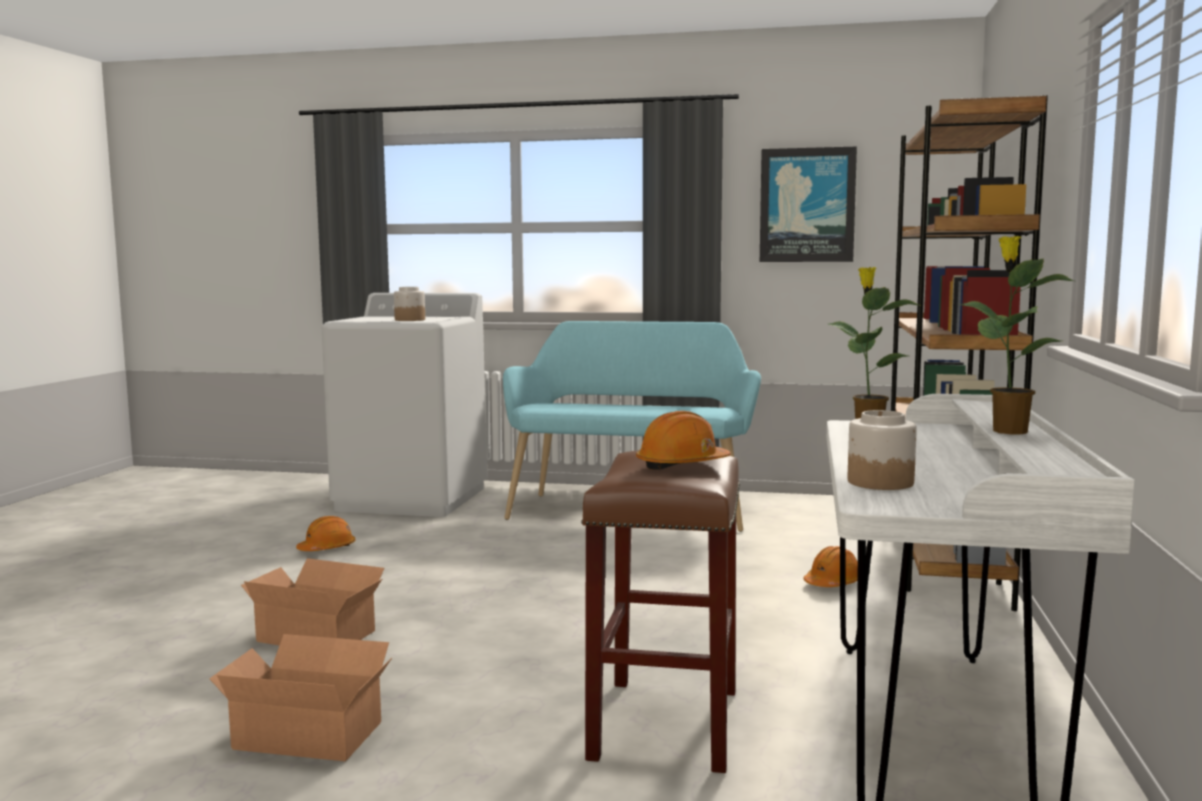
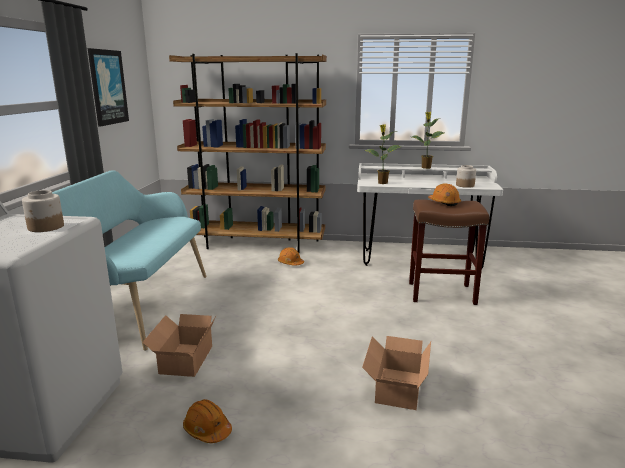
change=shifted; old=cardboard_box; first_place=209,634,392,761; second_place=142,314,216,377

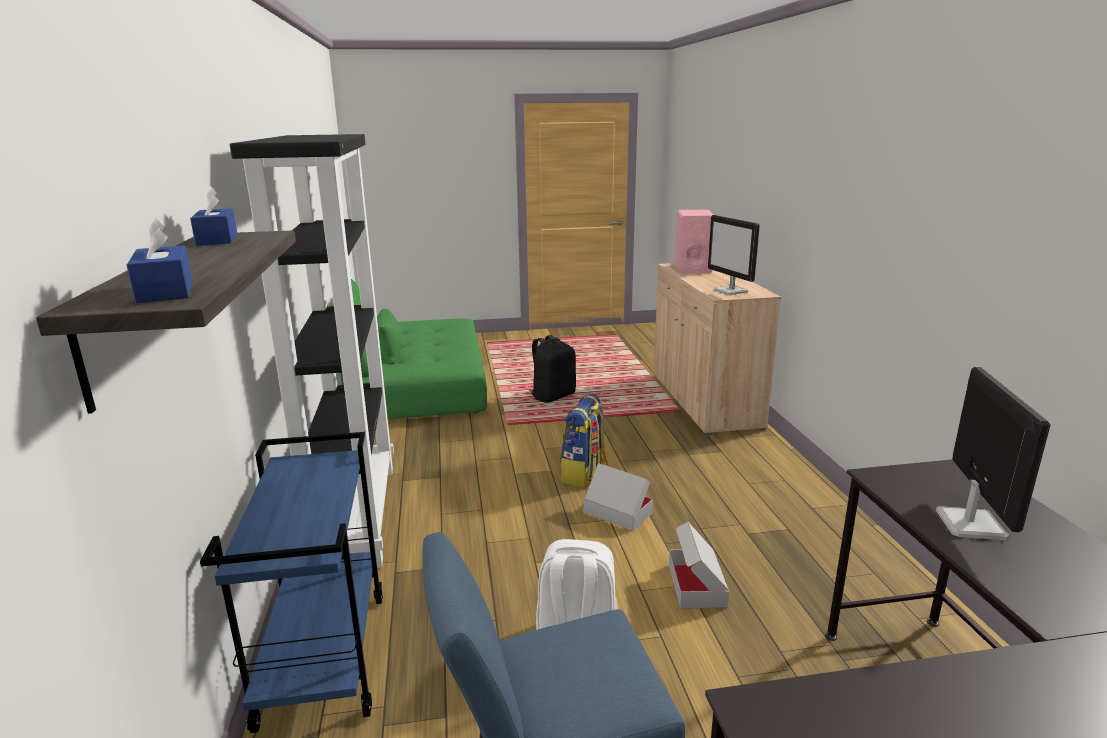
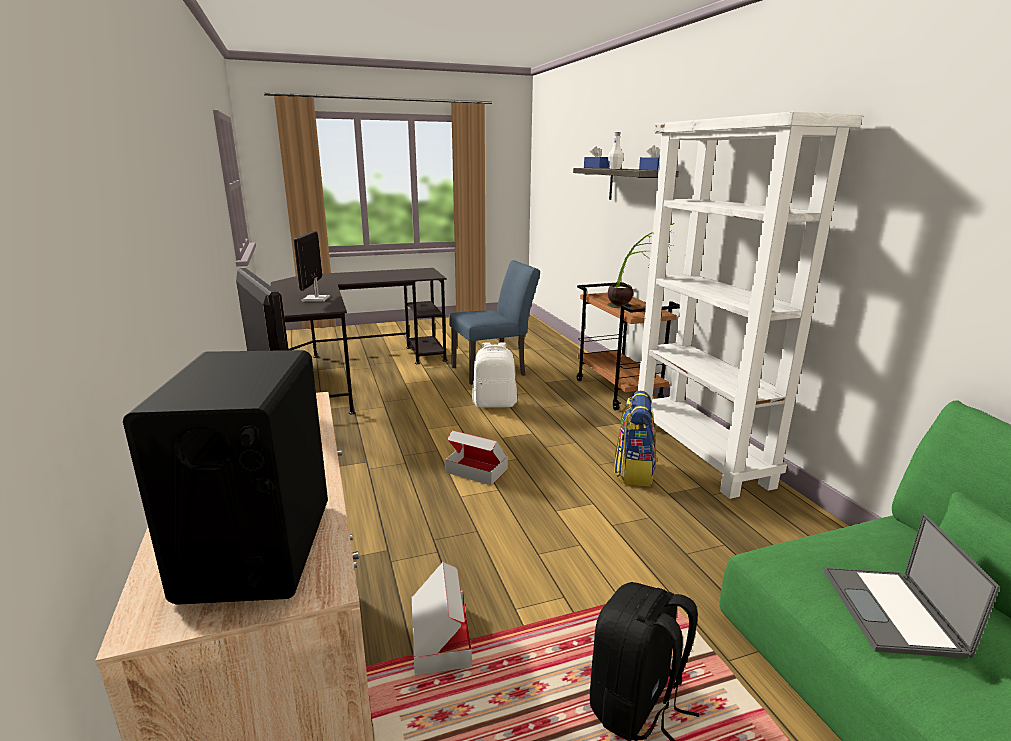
change=repainted; old=black_bookcase; new=white_bookcase; first_place=229,134,394,568; second_place=638,111,863,499
change=repainted; old=pink_speaker; new=black_speaker; first_place=675,210,713,273; second_place=123,350,328,605
change=shifted; old=backpack; first_place=560,393,608,487; second_place=614,391,656,487
change=repainted; old=blue_cart; new=brown_cart; first_place=200,432,383,733; second_place=577,282,680,410
change=shifted; old=cardboard_box; first_place=669,521,729,608; second_place=412,562,472,675
change=new; new=white_bottle; second_place=608,132,624,169
change=new; new=potted_plant; second_place=607,223,675,308
change=new; new=laptop; second_place=824,513,1000,659

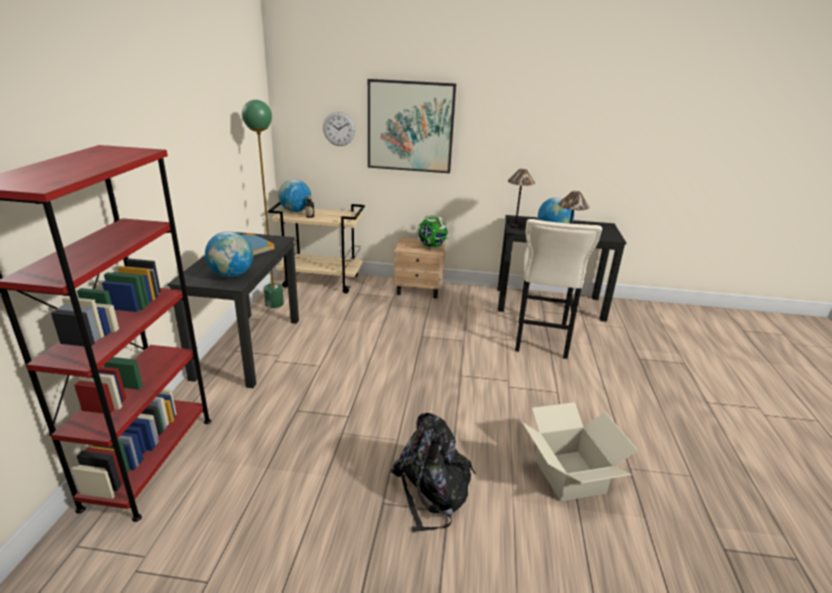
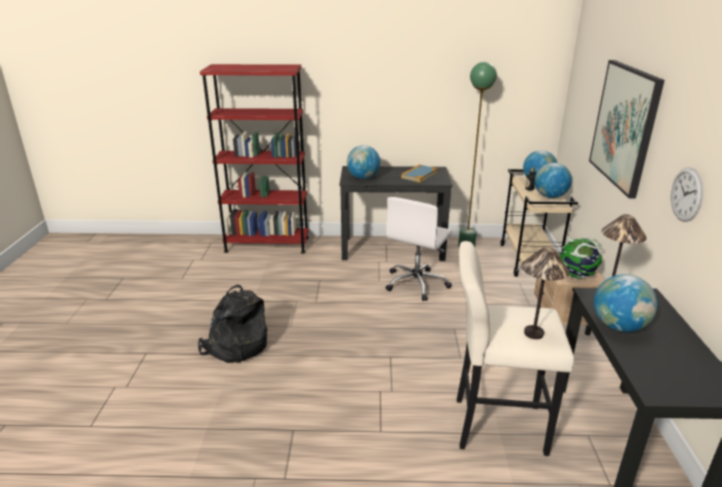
change=shifted; old=wall_clock; first_place=323,112,355,146; second_place=671,167,703,222
change=gone; old=cardboard_box; first_place=523,402,638,502
change=new; new=globe; second_place=535,163,572,198
change=new; new=white_office_chair; second_place=386,197,452,301

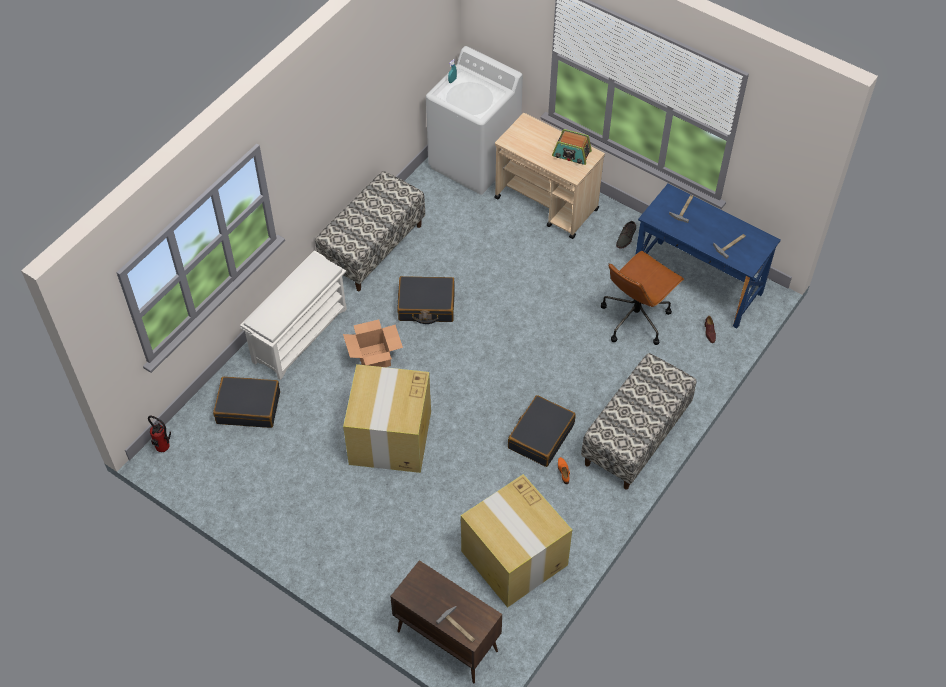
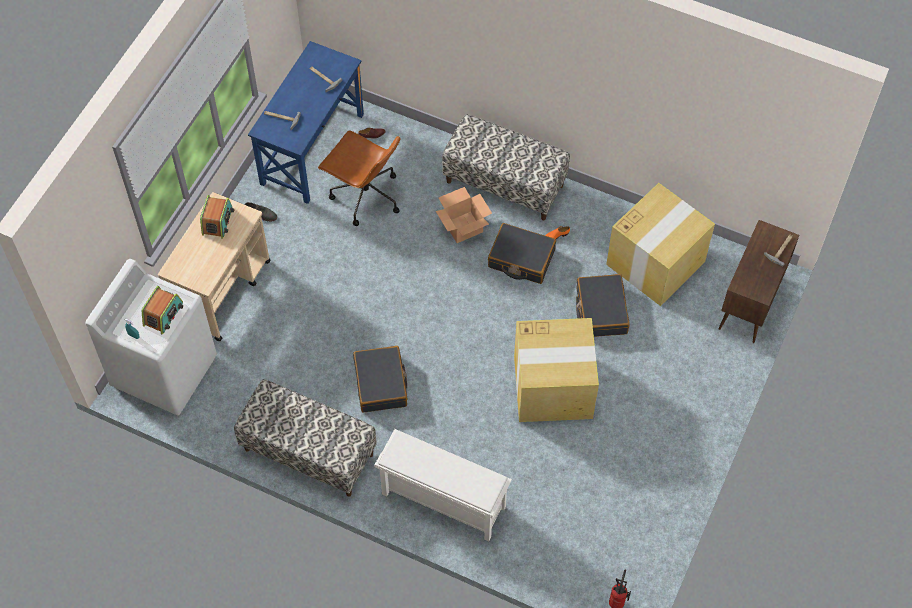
change=shifted; old=cardboard_box; first_place=343,319,403,367; second_place=436,187,492,243
change=shifted; old=black_suitcase; first_place=213,377,280,428; second_place=576,274,630,337
change=new; new=radio; second_place=142,286,183,334

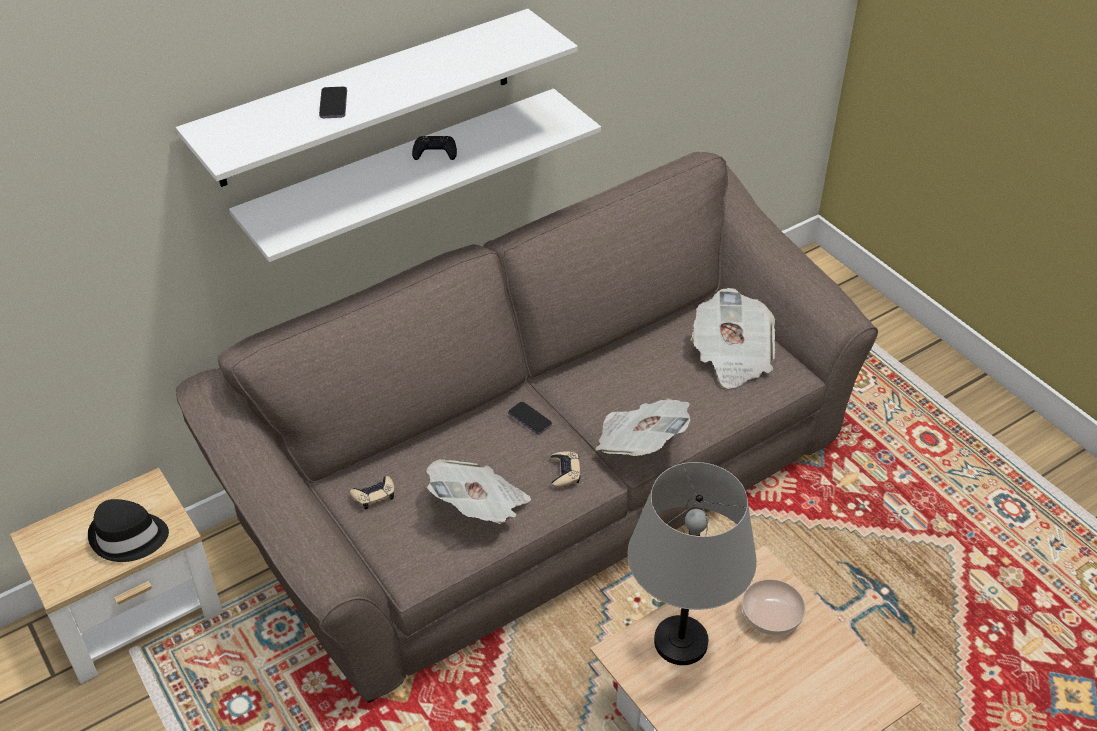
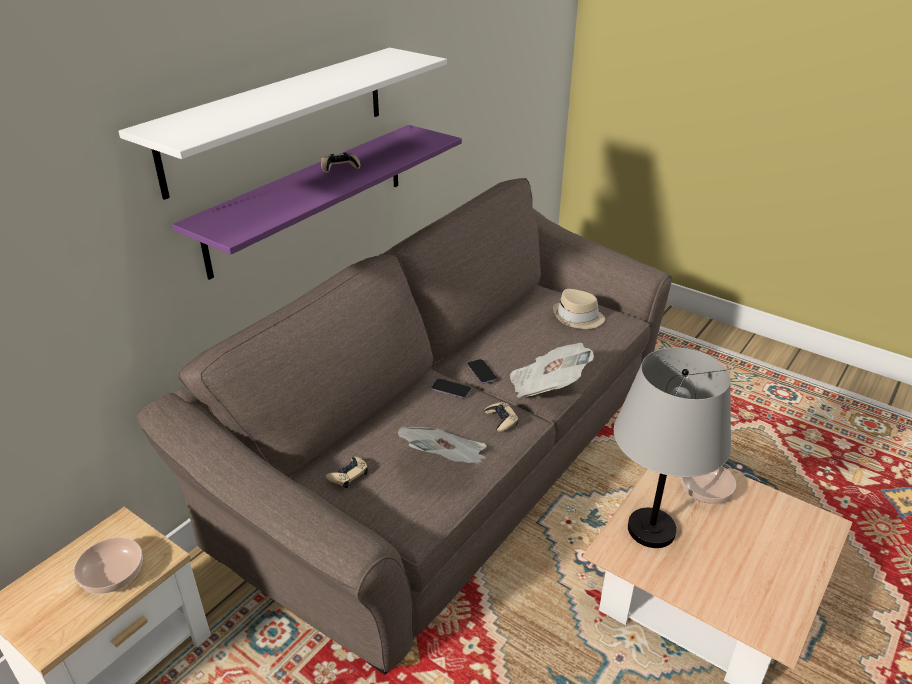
change=shifted; old=phone; first_place=319,87,347,118; second_place=467,359,497,384
change=repainted; old=white_shelf; new=purple_shelf; first_place=229,88,601,262; second_place=172,125,462,280
change=repainted; old=black_game_controller; new=beige_game_controller; first_place=412,136,457,160; second_place=321,152,361,173
change=swapped; old=newspaper; new=beige_hat; first_place=691,288,775,389; second_place=553,289,605,329
change=swapped; old=black_hat; new=bowl; first_place=88,499,169,562; second_place=74,537,143,594

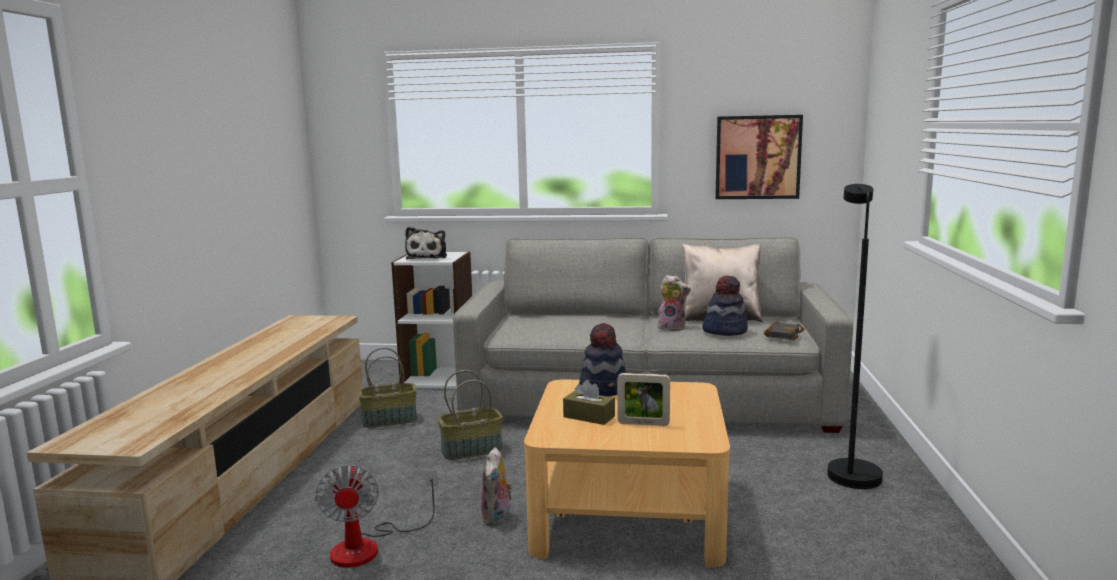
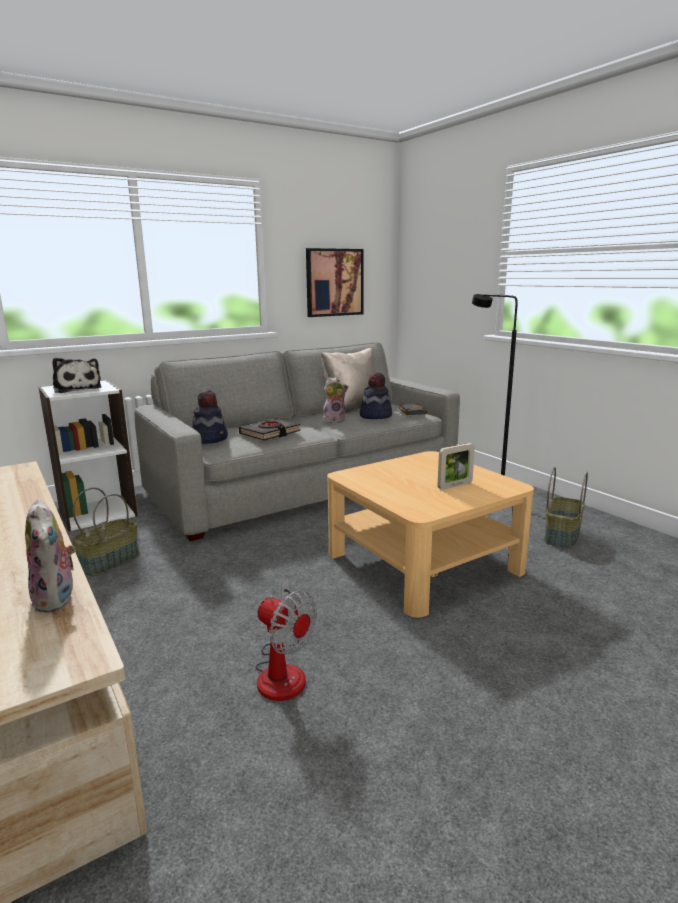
change=shifted; old=hat; first_place=579,323,626,397; second_place=192,390,228,444
change=shifted; old=basket; first_place=438,370,503,460; second_place=544,467,588,548
change=gone; old=brown_tissue_box; first_place=563,380,615,425
change=shifted; old=plush_toy; first_place=481,447,513,525; second_place=25,500,76,613
change=new; new=black_book; second_place=239,418,300,441

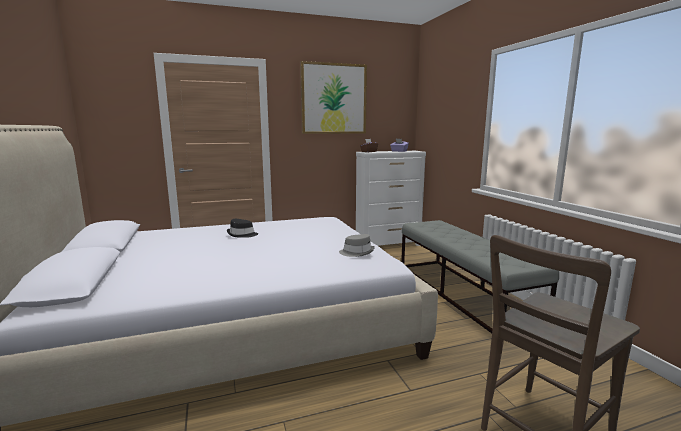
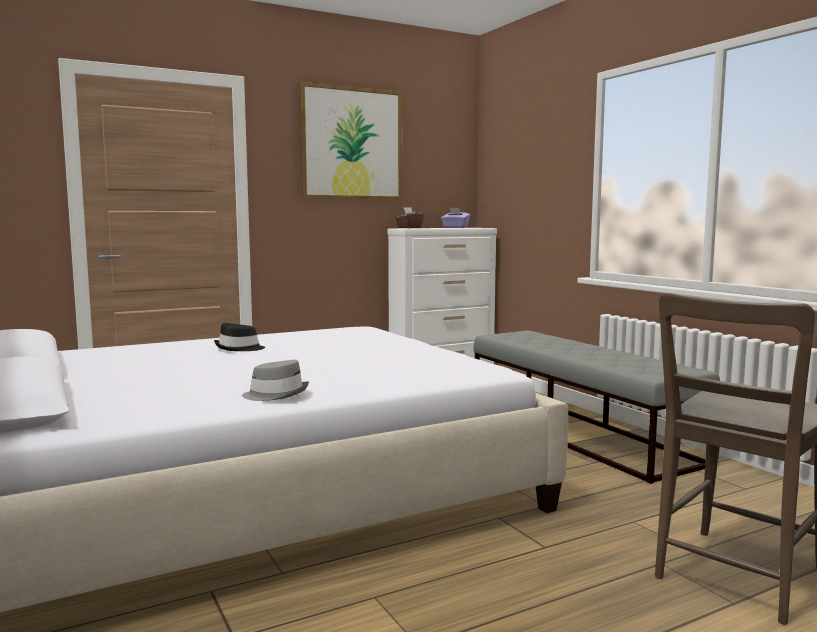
change=shifted; old=grey_hat; first_place=339,234,375,257; second_place=242,360,309,401

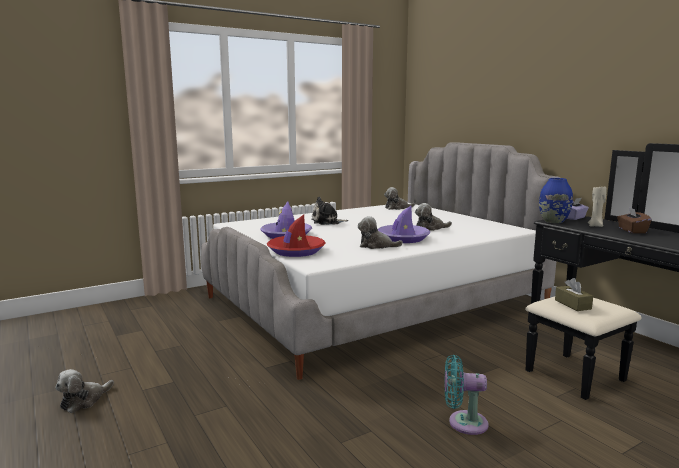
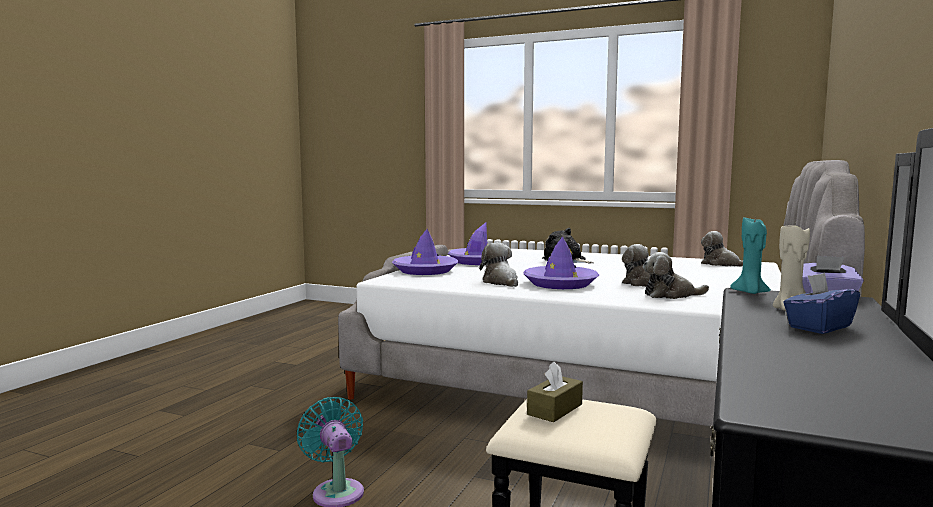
change=swapped; old=blue_vase; new=turquoise_candle; first_place=539,178,573,223; second_place=730,217,771,294
change=repainted; old=brown_tissue_box; new=blue_tissue_box; first_place=617,207,652,233; second_place=783,273,860,334
change=repainted; old=red_hat; new=purple_hat; first_place=267,215,326,257; second_place=392,229,458,275
change=shifted; old=plush_toy; first_place=55,369,114,413; second_place=643,252,709,299

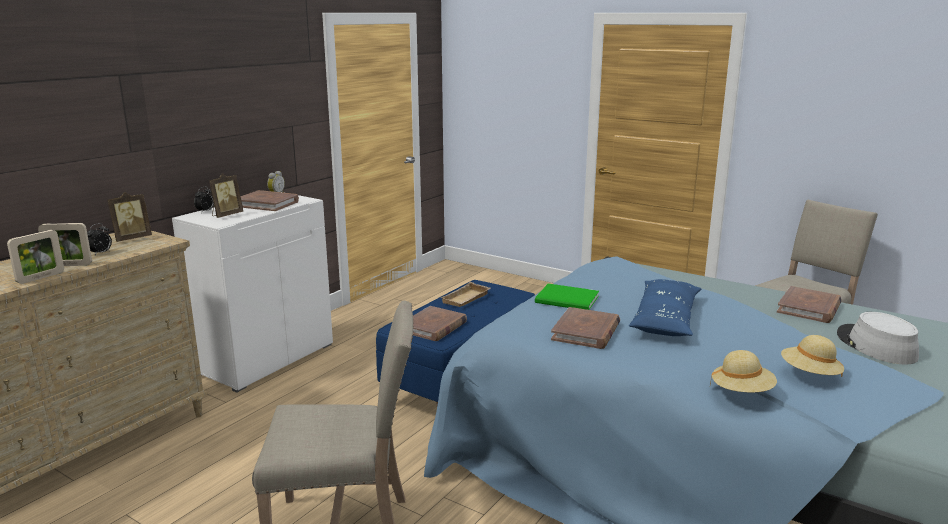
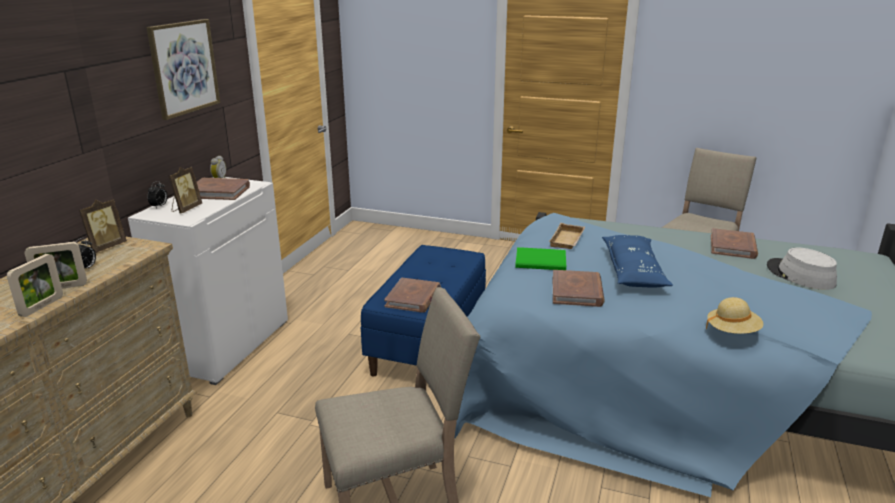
change=shifted; old=beige_tray; first_place=441,282,490,307; second_place=549,223,585,249
change=gone; old=beige_hat; first_place=781,335,844,377
change=new; new=picture; second_place=146,19,220,120

